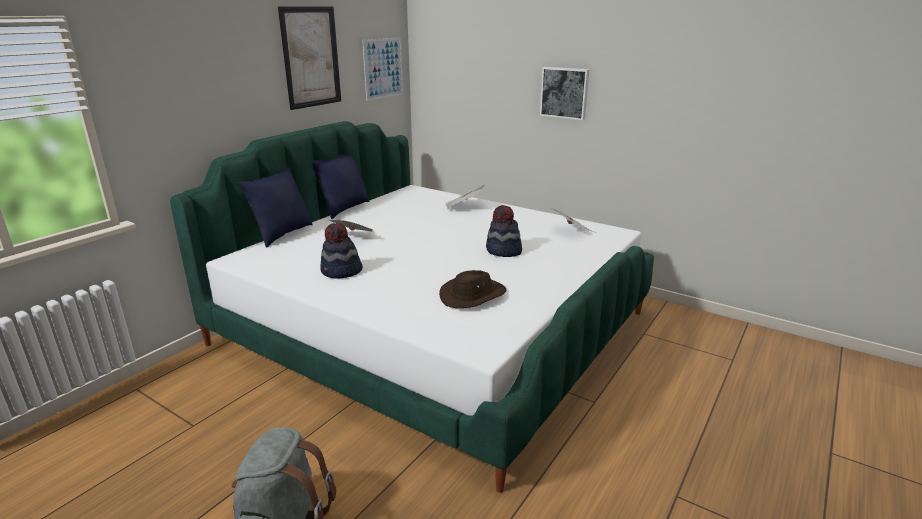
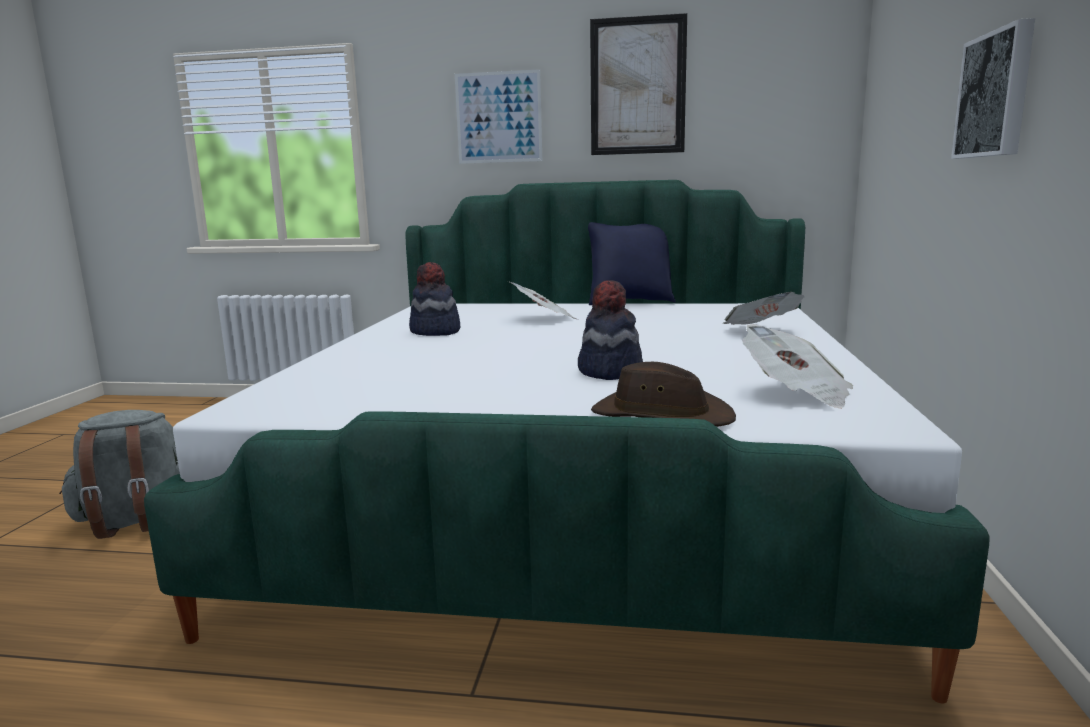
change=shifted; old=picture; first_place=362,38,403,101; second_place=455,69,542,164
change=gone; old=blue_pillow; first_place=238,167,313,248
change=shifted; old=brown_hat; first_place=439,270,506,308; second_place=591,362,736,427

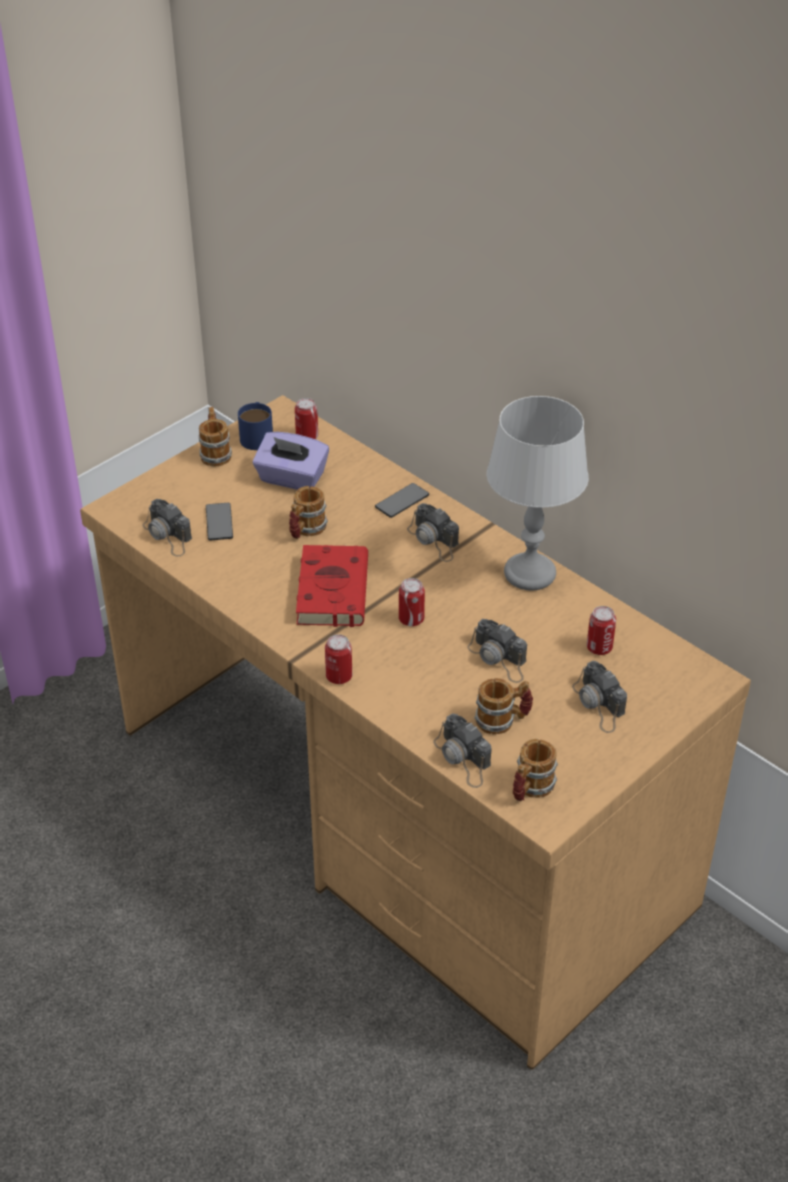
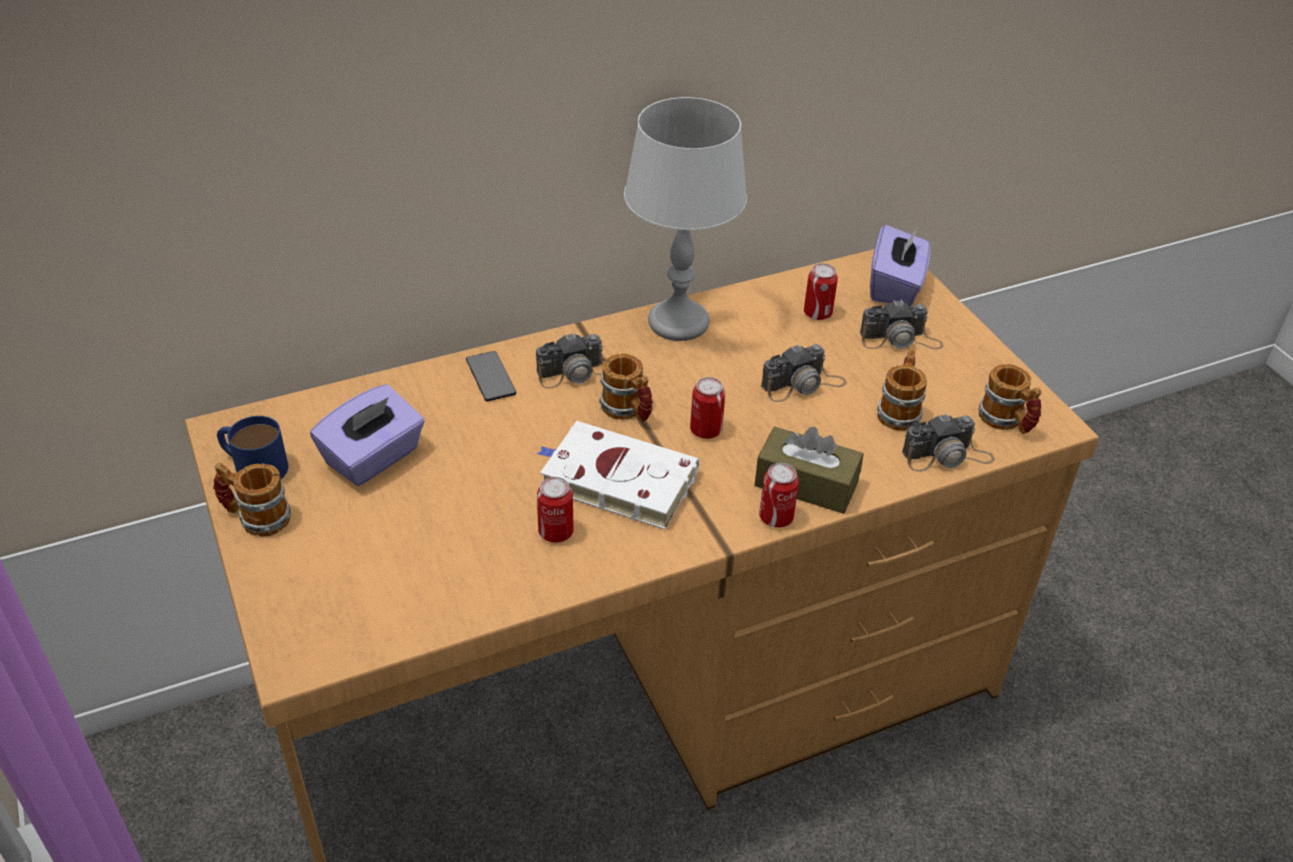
change=shifted; old=can; first_place=295,398,318,439; second_place=537,477,574,543
change=shifted; old=mug; first_place=289,486,328,539; second_place=599,353,653,423
change=gone; old=photo_camera; first_place=142,499,192,557
change=gone; old=phone; first_place=206,503,233,541
change=repainted; old=red_book; new=white_book; first_place=296,545,368,627; second_place=536,421,699,529
change=new; new=purple_tissue_box; second_place=870,225,931,306
change=new; new=brown_tissue_box; second_place=755,427,864,514

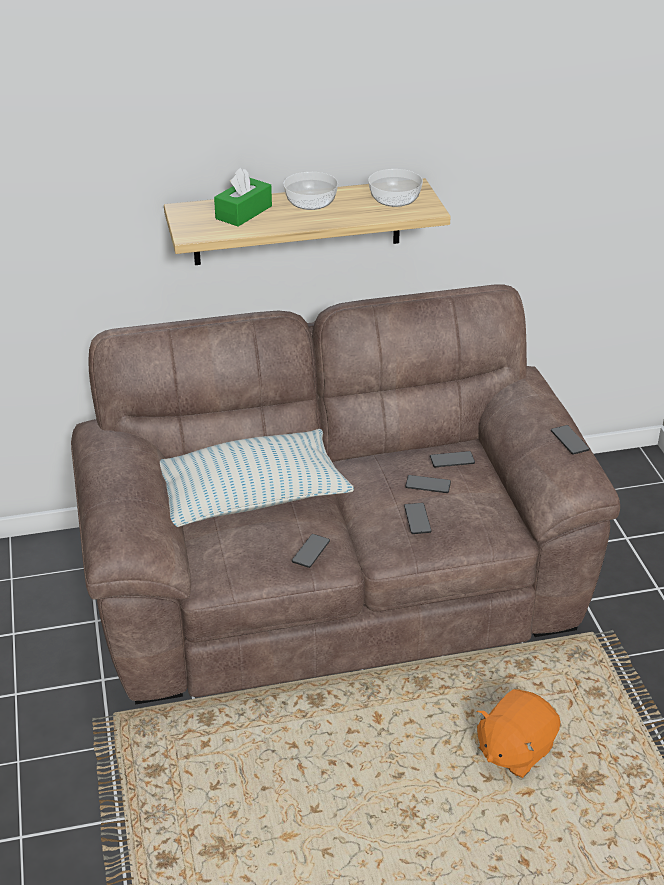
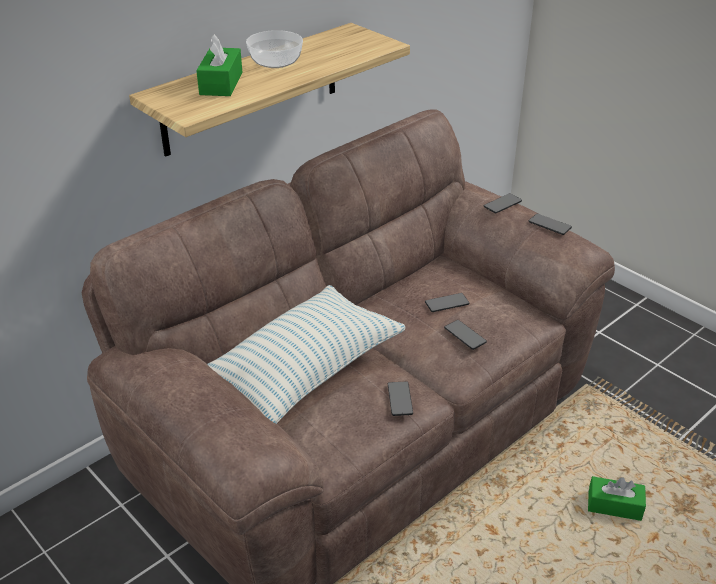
change=gone; old=bowl; first_place=368,169,423,207
change=shifted; old=phone; first_place=430,451,475,467; second_place=483,193,522,214
change=swapped; old=orange_plush_toy; new=green_tissue_box; first_place=477,689,560,778; second_place=588,476,646,521

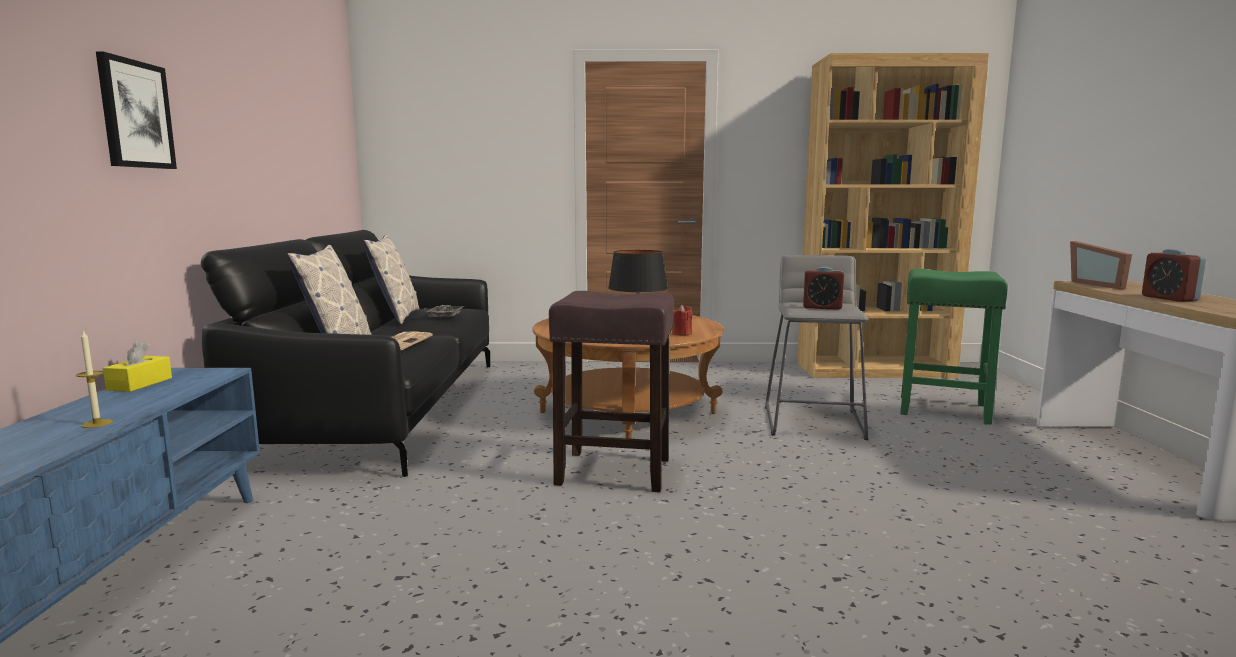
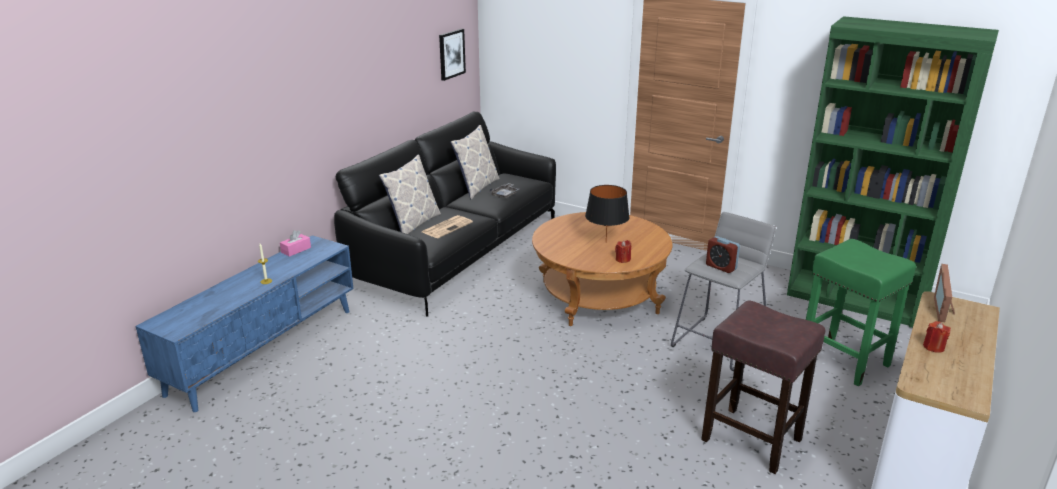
change=shifted; old=picture; first_place=96,52,177,169; second_place=439,29,466,81
change=repainted; old=brown_bookcase; new=green_bookcase; first_place=797,53,989,379; second_place=787,16,999,328
change=swapped; old=alarm_clock; new=red_candle; first_place=1142,249,1206,302; second_place=923,321,951,353
change=shifted; old=brown_stool; first_place=549,291,674,493; second_place=701,300,825,474
change=repainted; old=yellow_tissue_box; new=pink_tissue_box; first_place=103,340,172,392; second_place=280,230,311,257

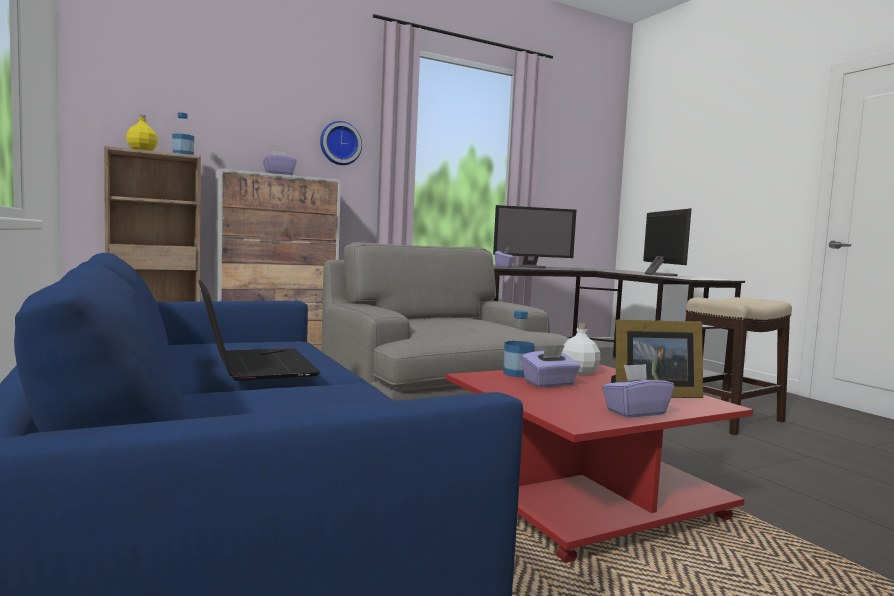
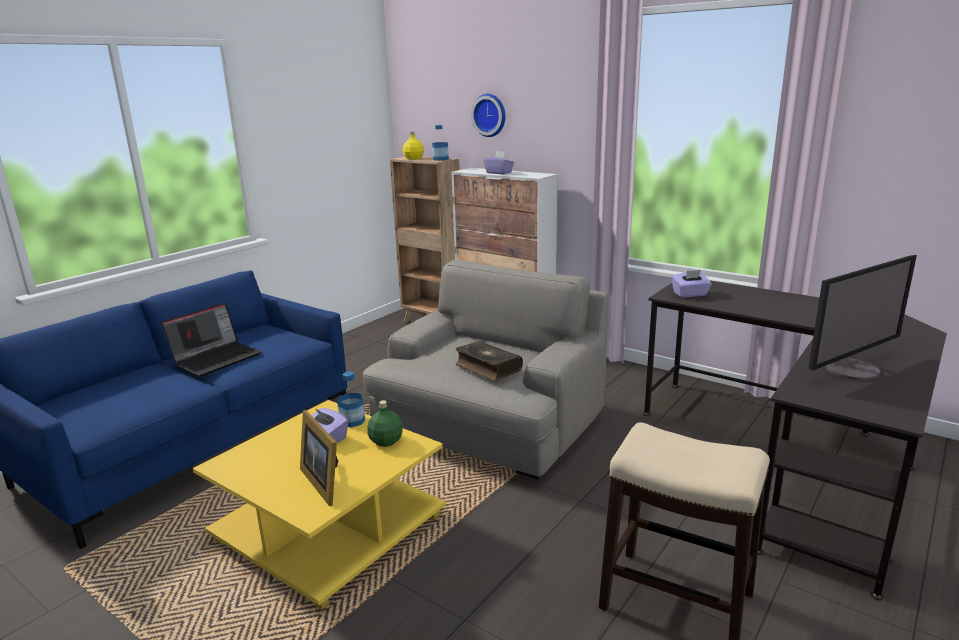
change=shifted; old=wall_clock; first_place=320,121,362,165; second_place=471,94,506,137
change=gone; old=monitor; first_place=493,205,576,268
change=repainted; old=white_bottle; new=green_bottle; first_place=562,323,601,375; second_place=367,400,403,447
change=repainted; old=red_coffee_table; new=yellow_coffee_table; first_place=446,364,753,563; second_place=193,400,446,610
change=gone; old=purple_tissue_box; first_place=602,364,674,417
change=new; new=book; second_place=456,341,523,381

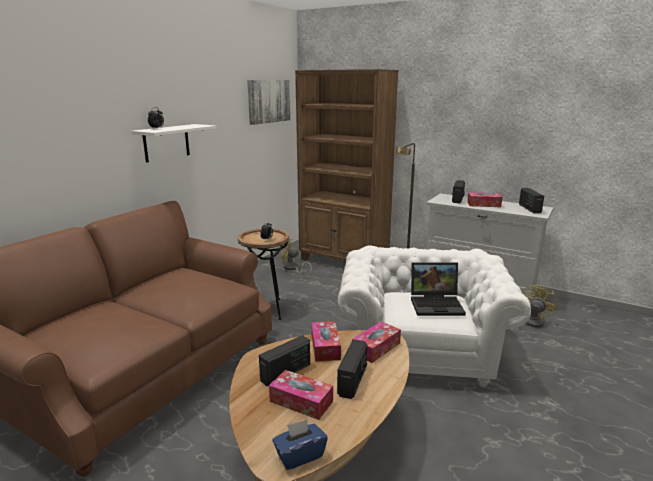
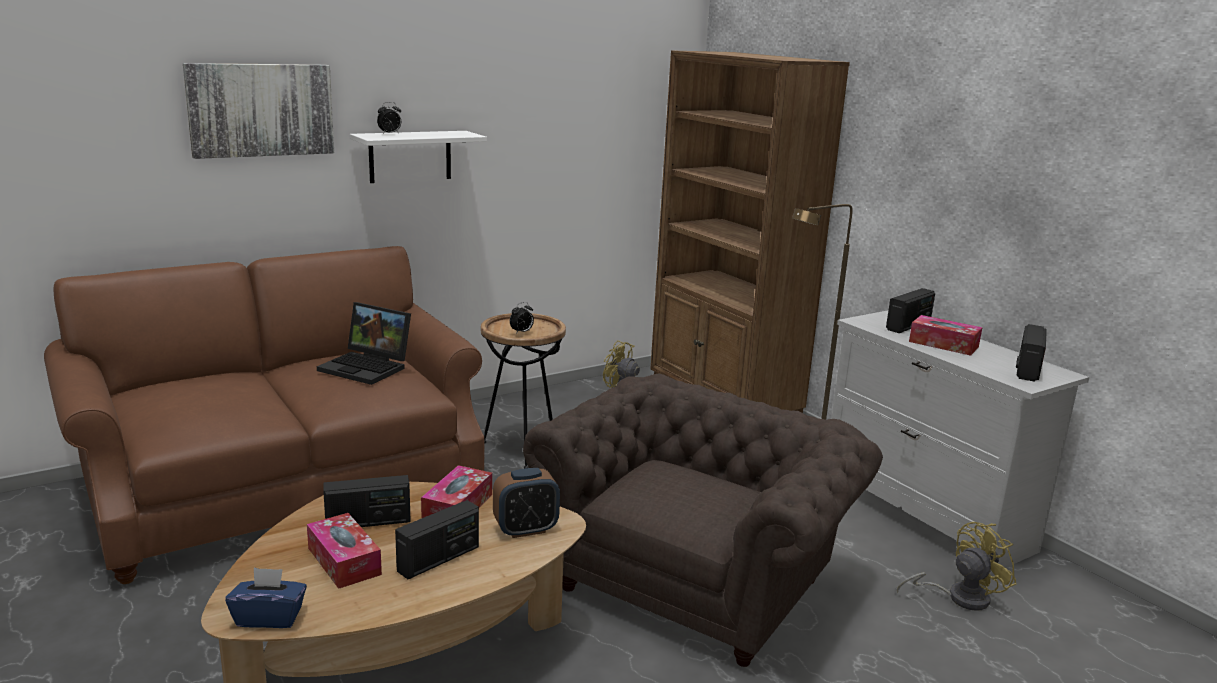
change=shifted; old=picture; first_place=247,80,291,125; second_place=183,63,334,159
change=repainted; old=white_armchair; new=brown_armchair; first_place=338,246,531,388; second_place=523,374,883,667
change=shifted; old=laptop; first_place=411,262,466,316; second_place=317,302,411,385
change=swapped; old=tissue_box; new=alarm_clock; first_place=352,322,401,363; second_place=493,468,560,538

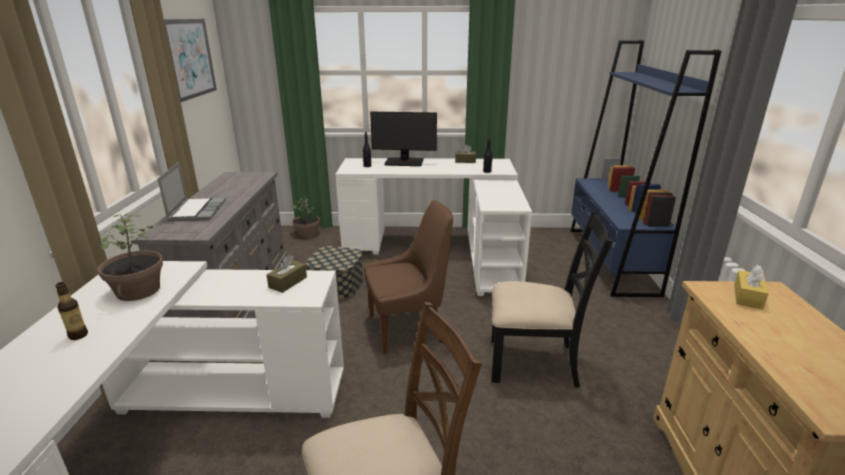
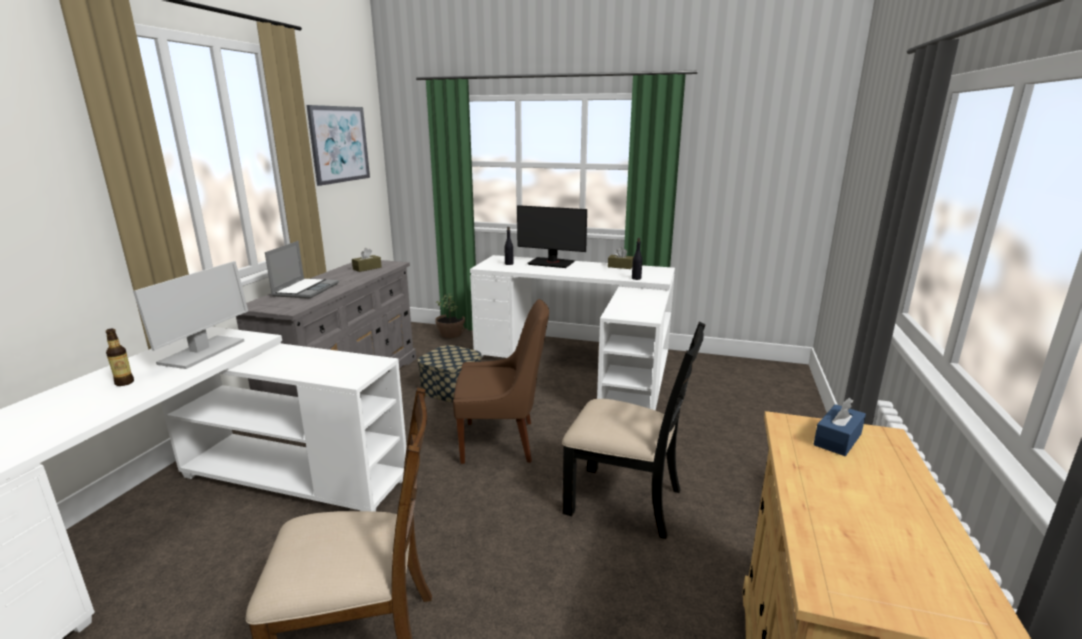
change=gone; old=blue_bookcase; first_place=571,40,721,297
change=swapped; old=potted_plant; new=monitor; first_place=98,213,163,301; second_place=133,261,248,369
change=shifted; old=brown_tissue_box; first_place=266,255,307,293; second_place=352,248,382,272
change=repainted; old=yellow_tissue_box; new=blue_tissue_box; first_place=734,265,769,310; second_place=813,398,866,456

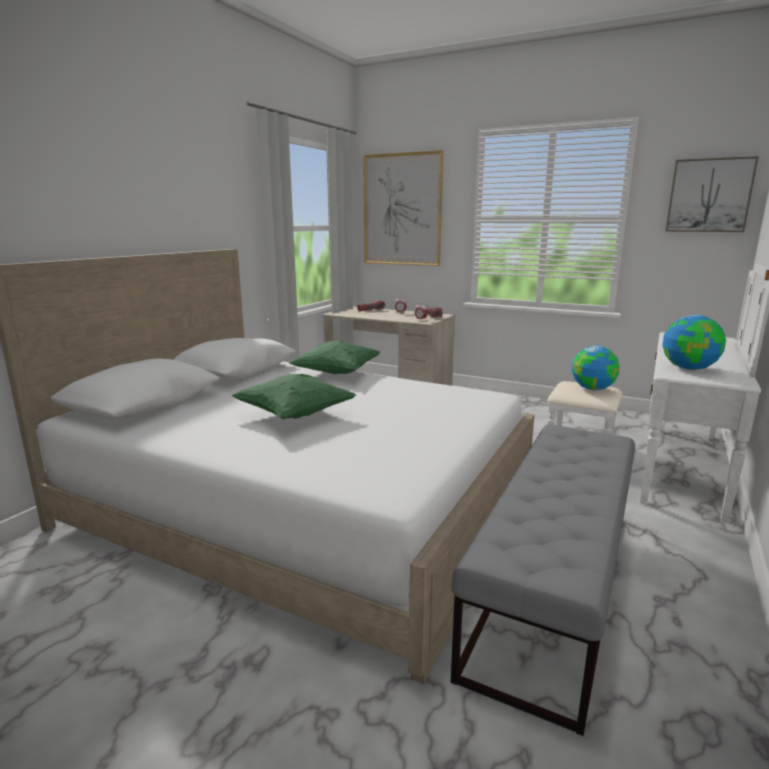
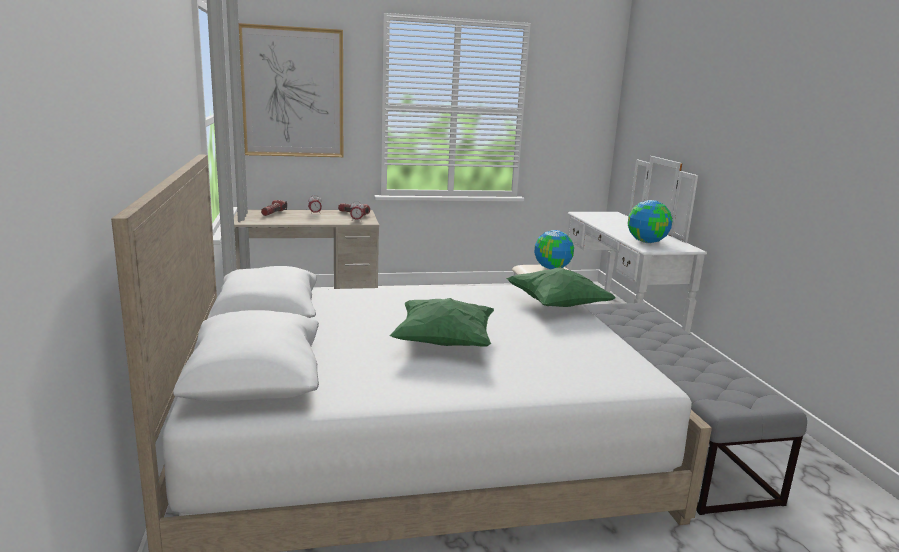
change=gone; old=picture; first_place=666,156,759,232
change=shifted; old=green_pillow; first_place=289,340,381,374; second_place=506,268,616,307

